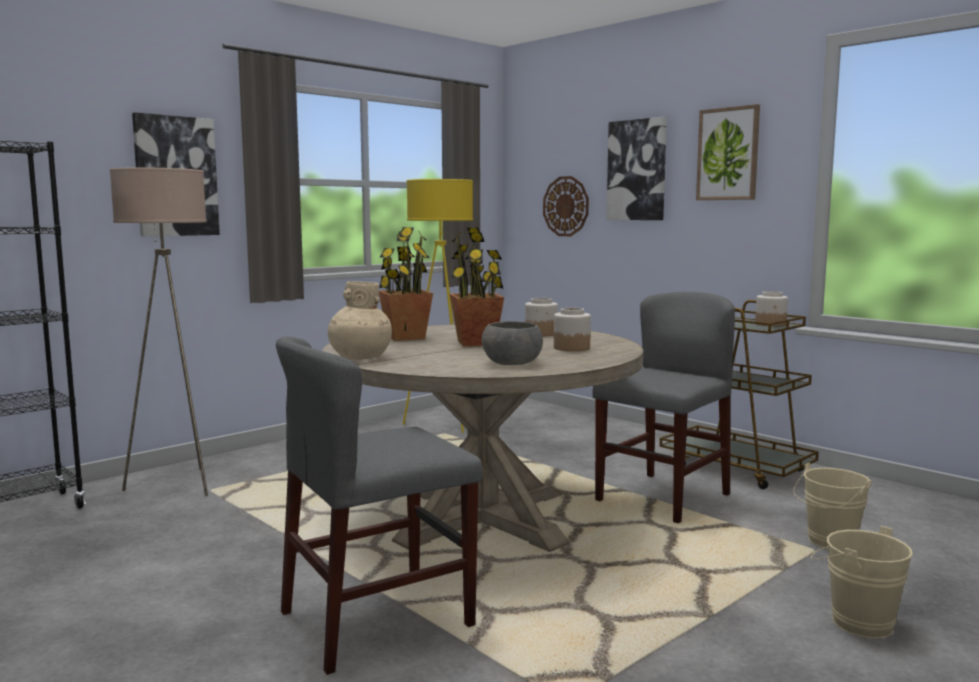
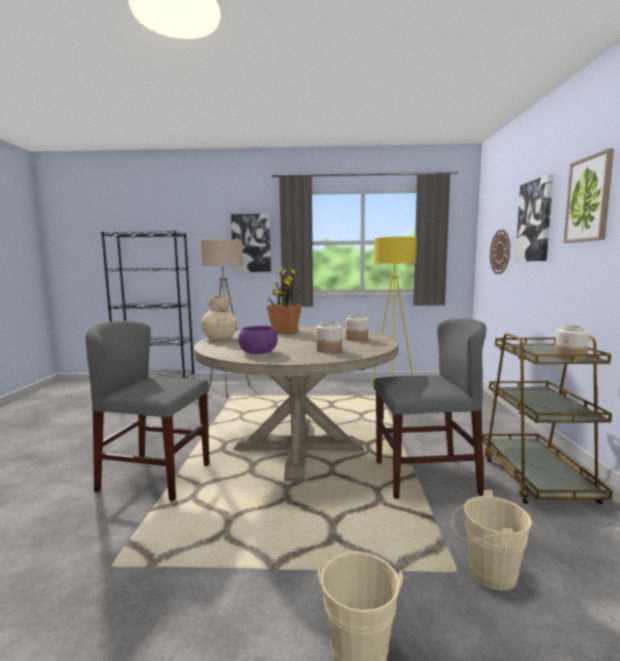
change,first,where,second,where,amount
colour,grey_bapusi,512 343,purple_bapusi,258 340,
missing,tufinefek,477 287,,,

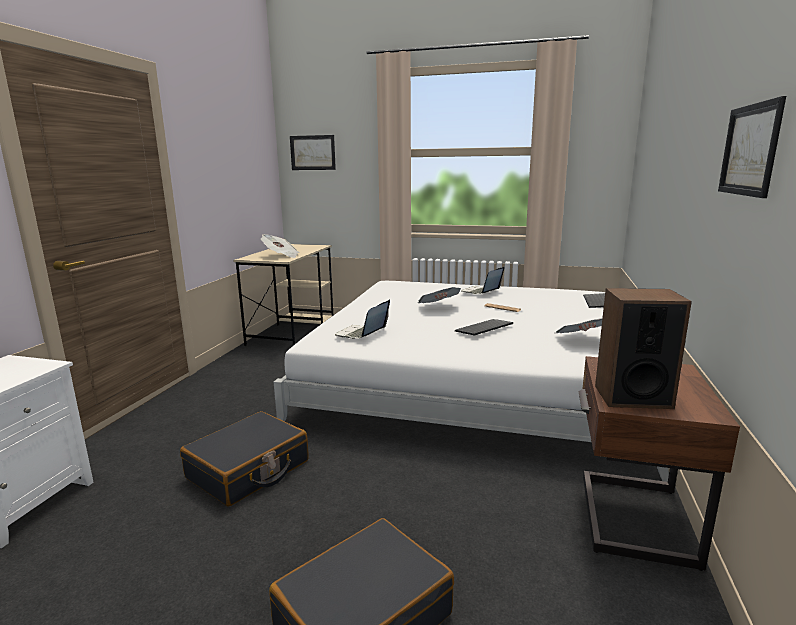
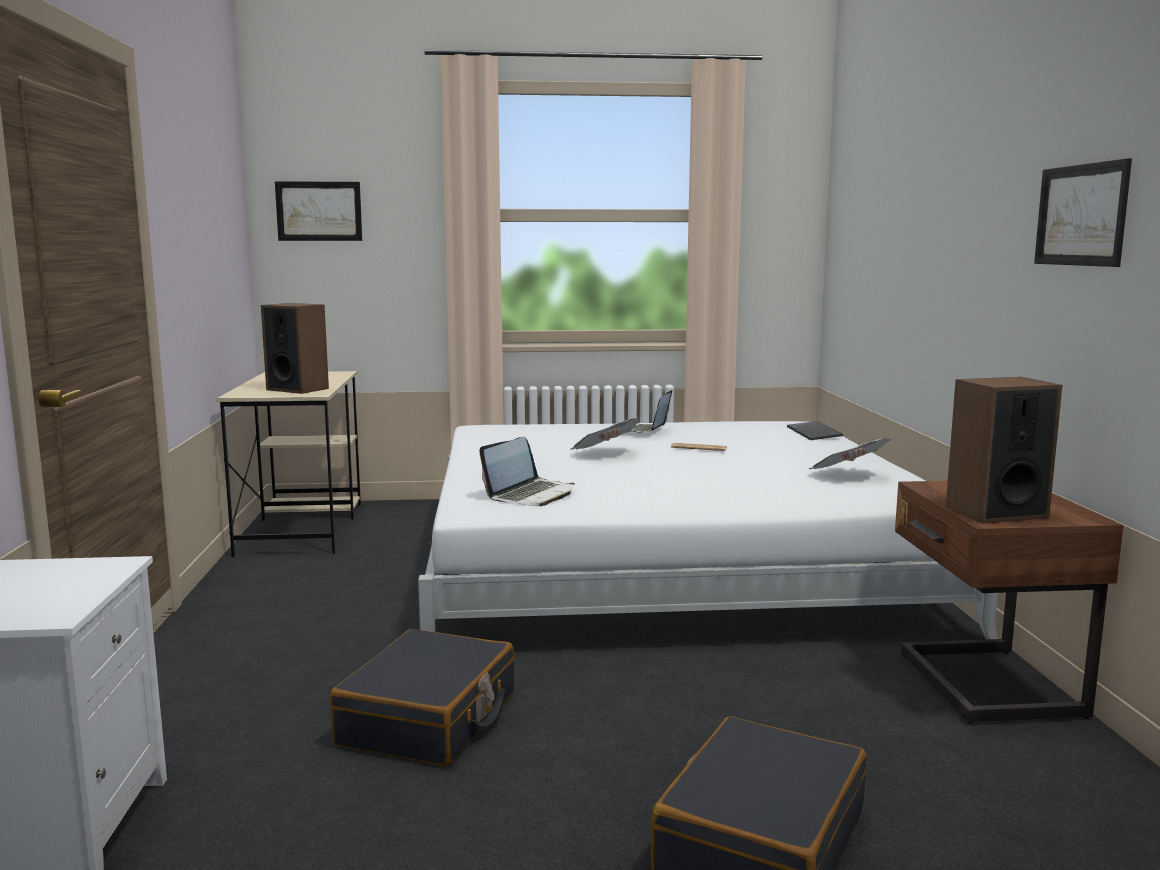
change,first,where,second,where,amount
exchanged,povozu,280 246,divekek,295 348,
spun,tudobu,362 319,,527 471,150 degrees counterclockwise
missing,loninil,484 327,,,

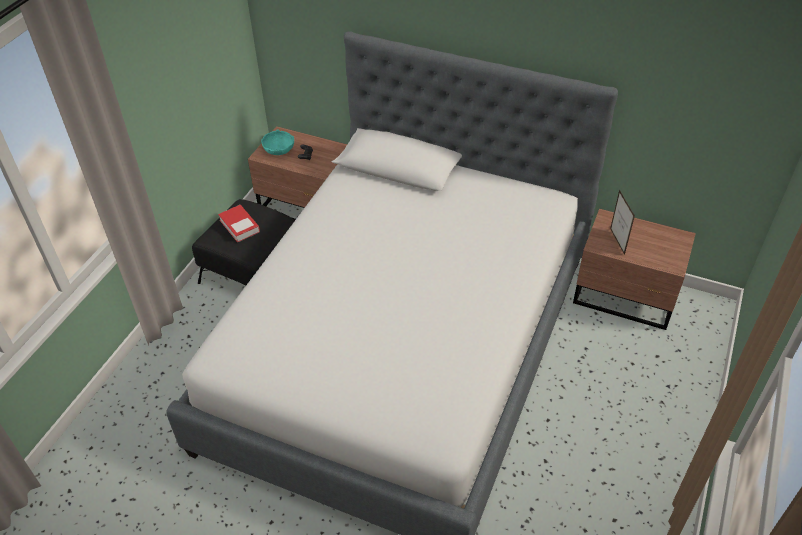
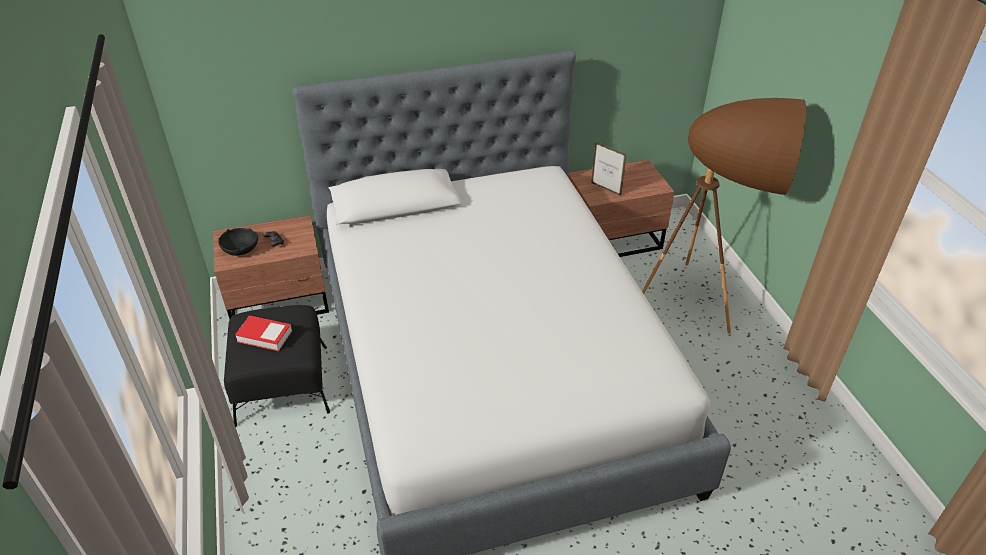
change,first,where,second,where,amount
colour,turquoise_bapusi,277 142,black_bapusi,238 242,
appeared,,,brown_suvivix,724 216,

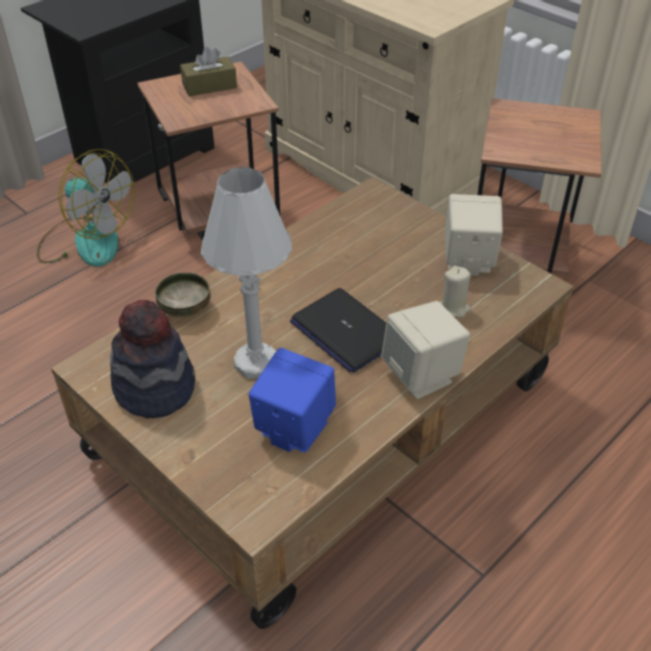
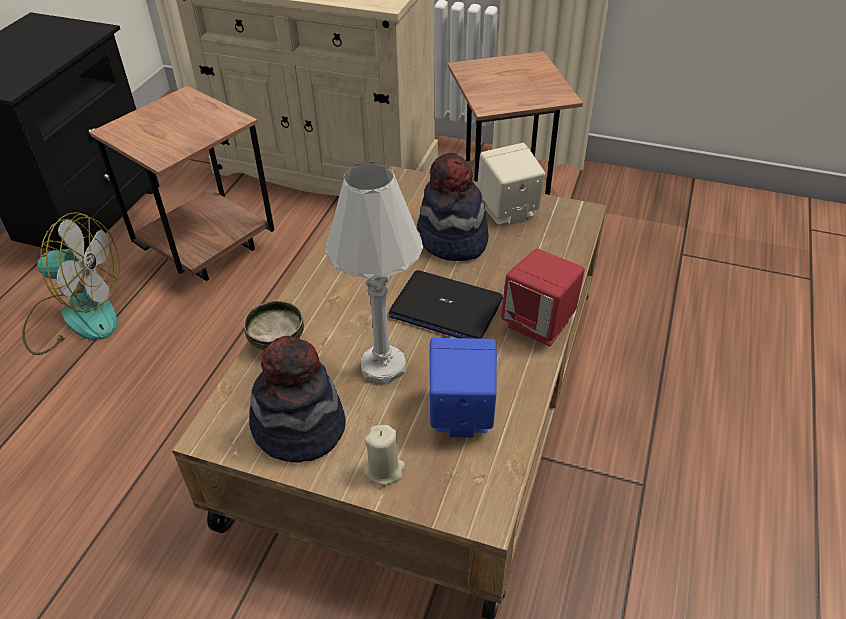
change,first,where,second,where,amount
relocated,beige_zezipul,455 291,,384 455,
appeared,,,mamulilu,452 207,
colour,beige_divekek,425 350,red_divekek,543 297,
missing,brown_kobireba,208 71,,,

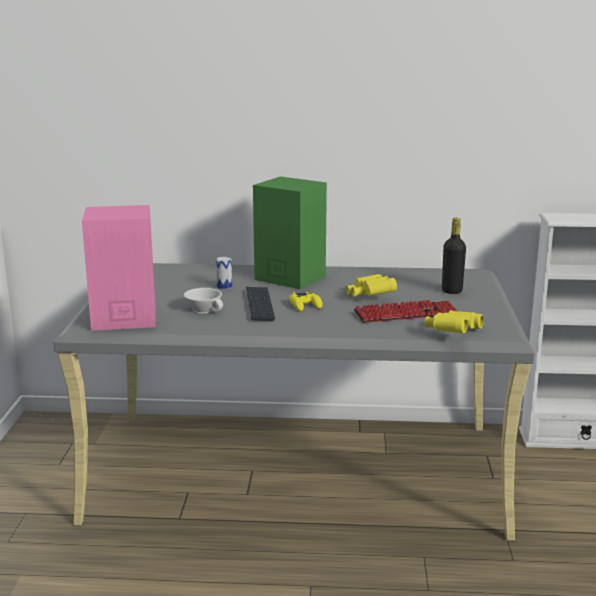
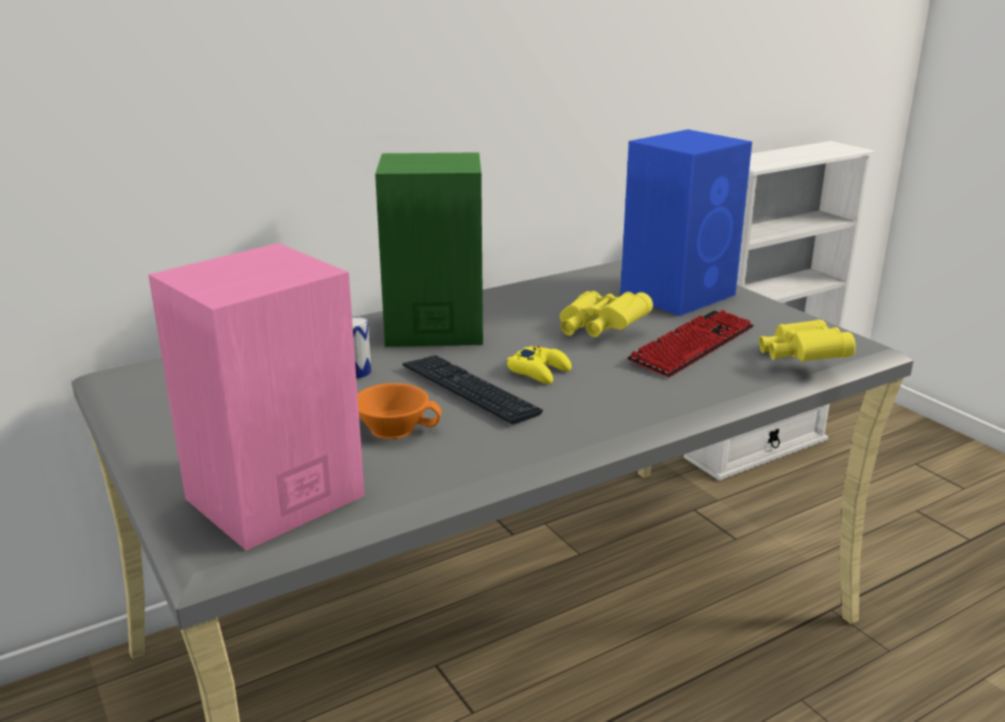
change,first,where,second,where,amount
colour,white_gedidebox,203 300,orange_gedidebox,399 411,
exchanged,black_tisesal,454 256,blue_divekek,686 222,

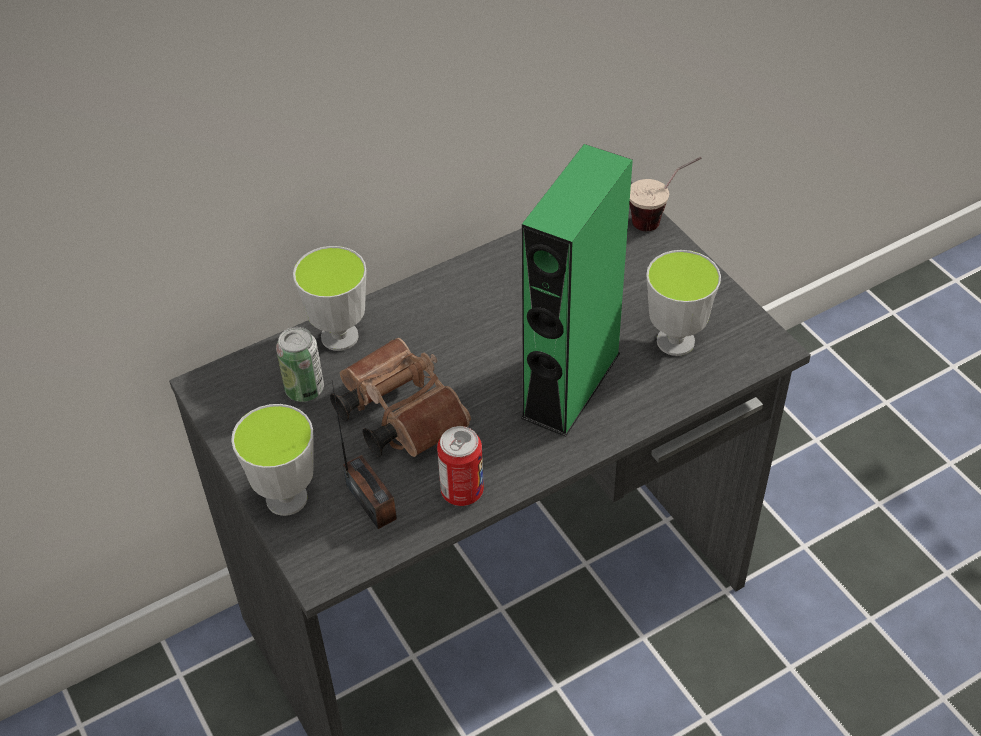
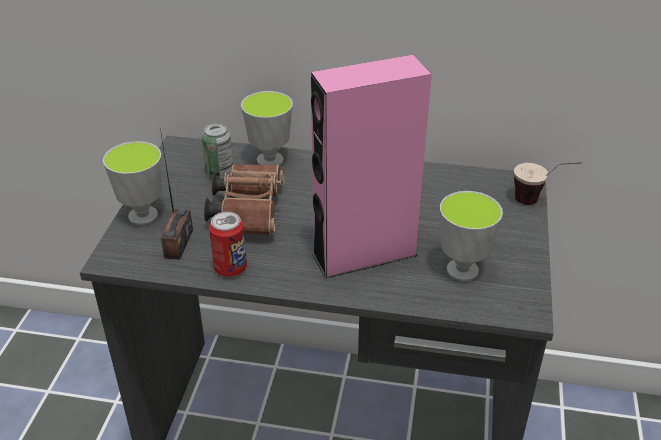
change,first,where,second,where,amount
colour,green_divekek,576 290,pink_divekek,371 167,

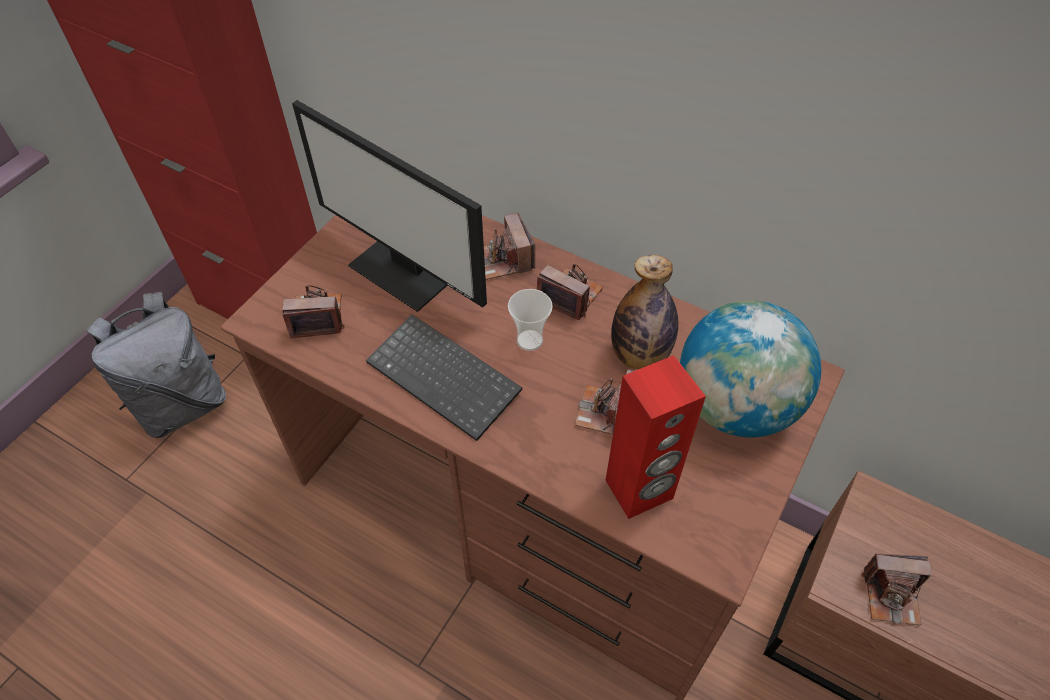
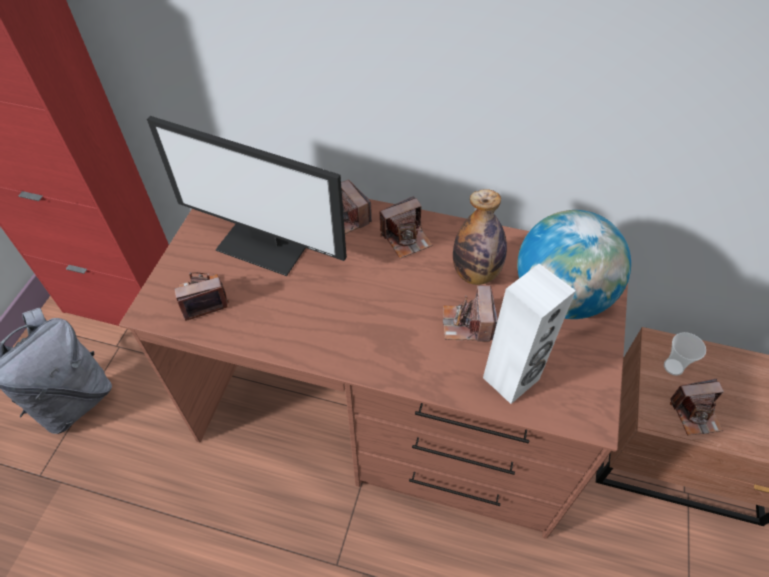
change,first,where,second,where,amount
spun,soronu,570 291,,406 227,135 degrees clockwise
colour,red_divekek,656 437,white_divekek,529 334,
relocated,gedidebox,530 320,,685 354,
missing,loninil,444 377,,,

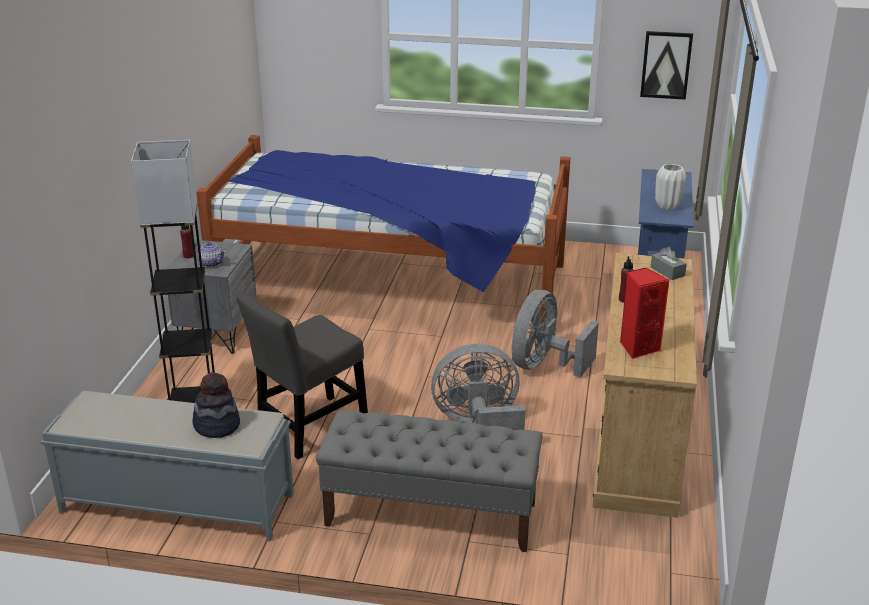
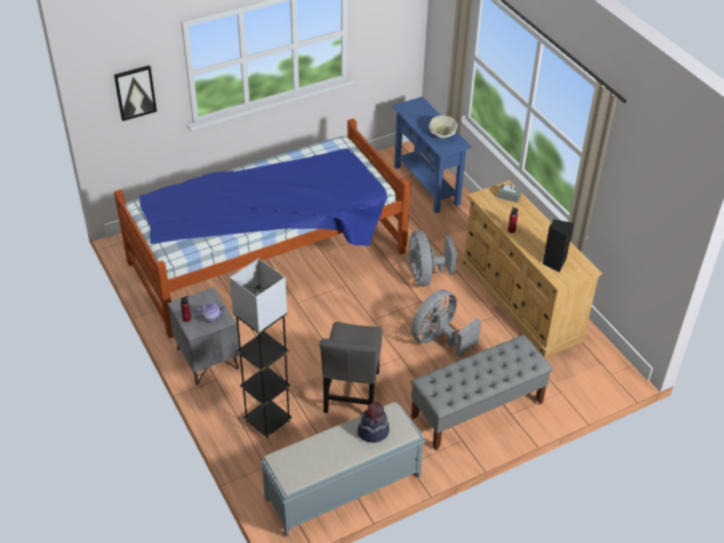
change,first,where,second,where,amount
relocated,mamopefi,666 65,,135 93,
exchanged,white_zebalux,671 187,beige_bapusi,443 126,
colour,red_divekek,644 313,black_divekek,558 245,

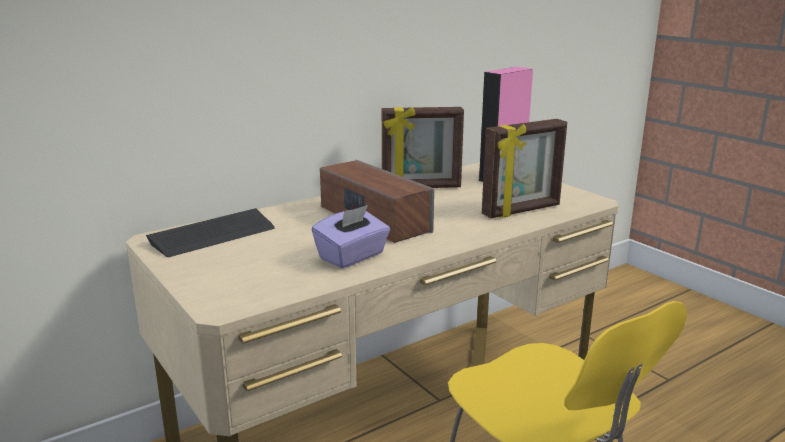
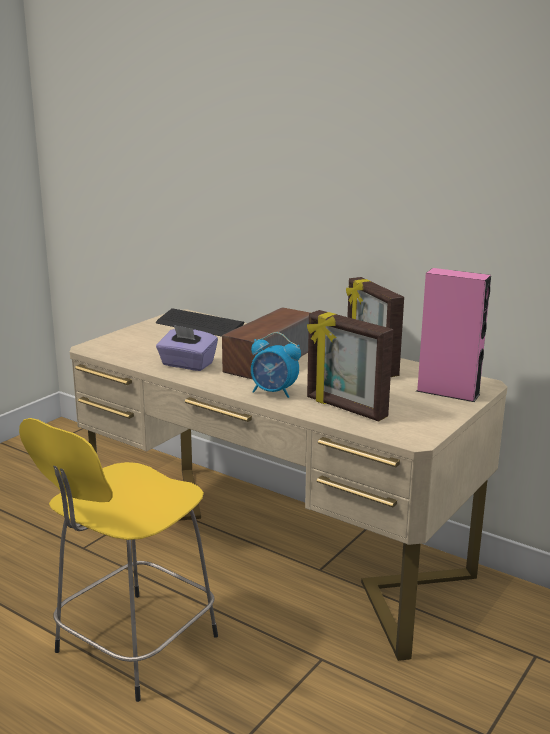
change,first,where,second,where,amount
appeared,,,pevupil,276 365,

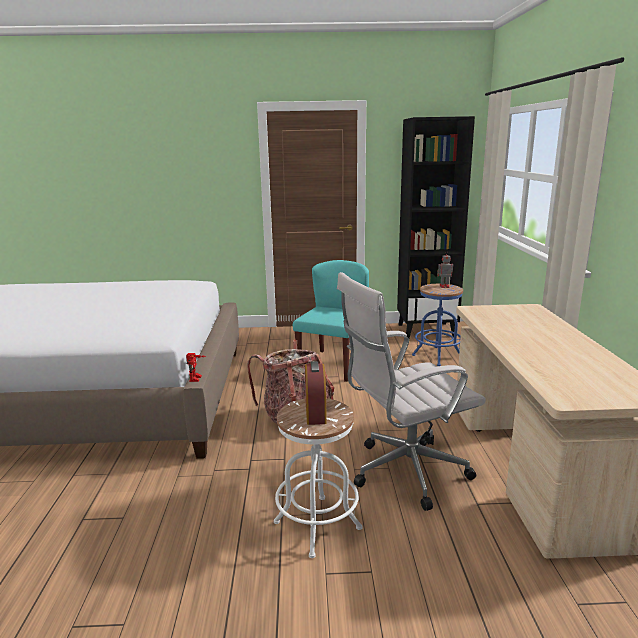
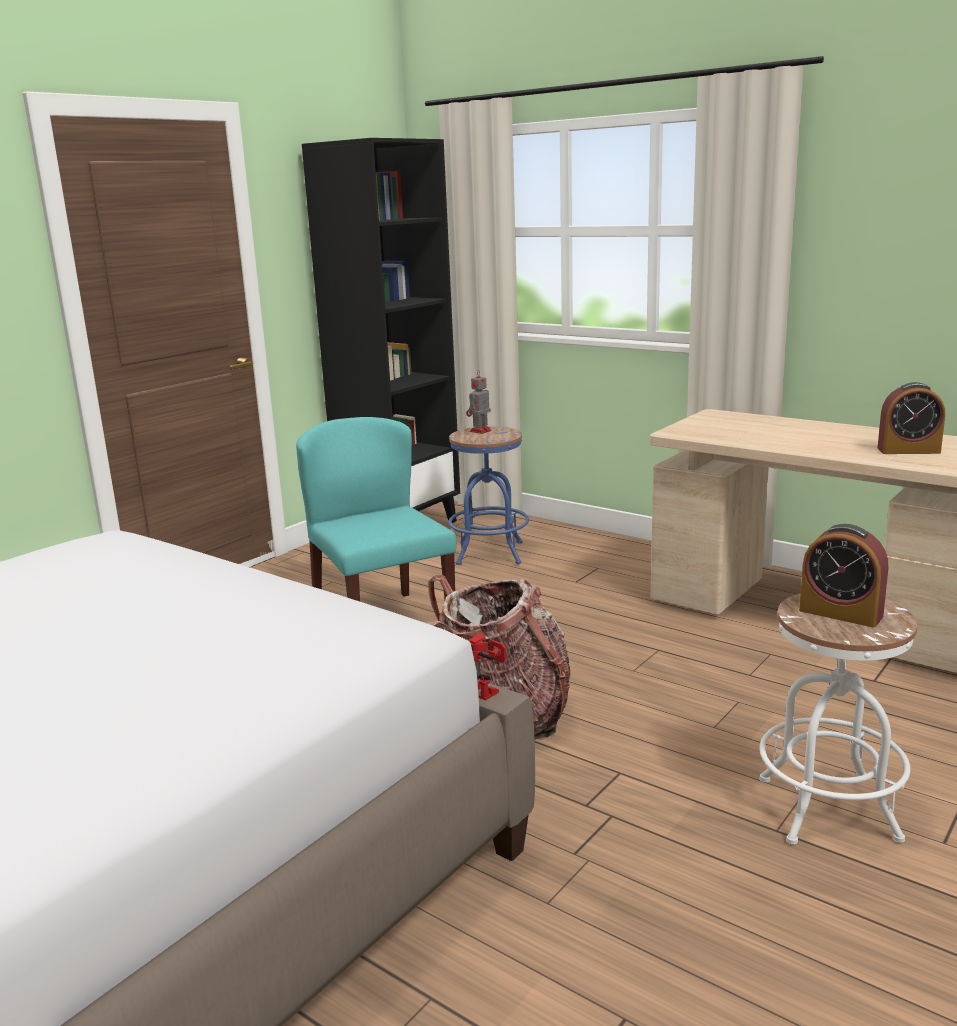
change,first,where,second,where,amount
appeared,,,pevupil,911 418,
missing,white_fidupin,411 391,,,

